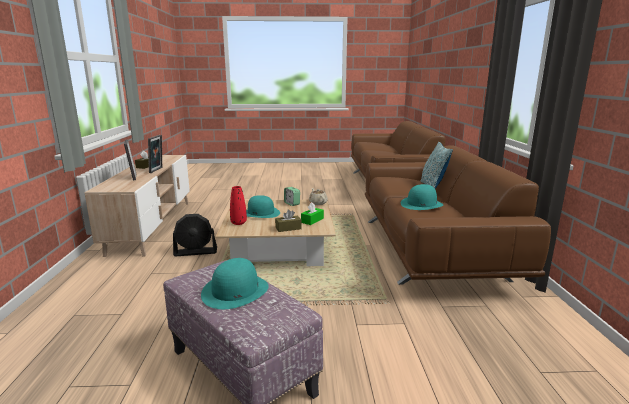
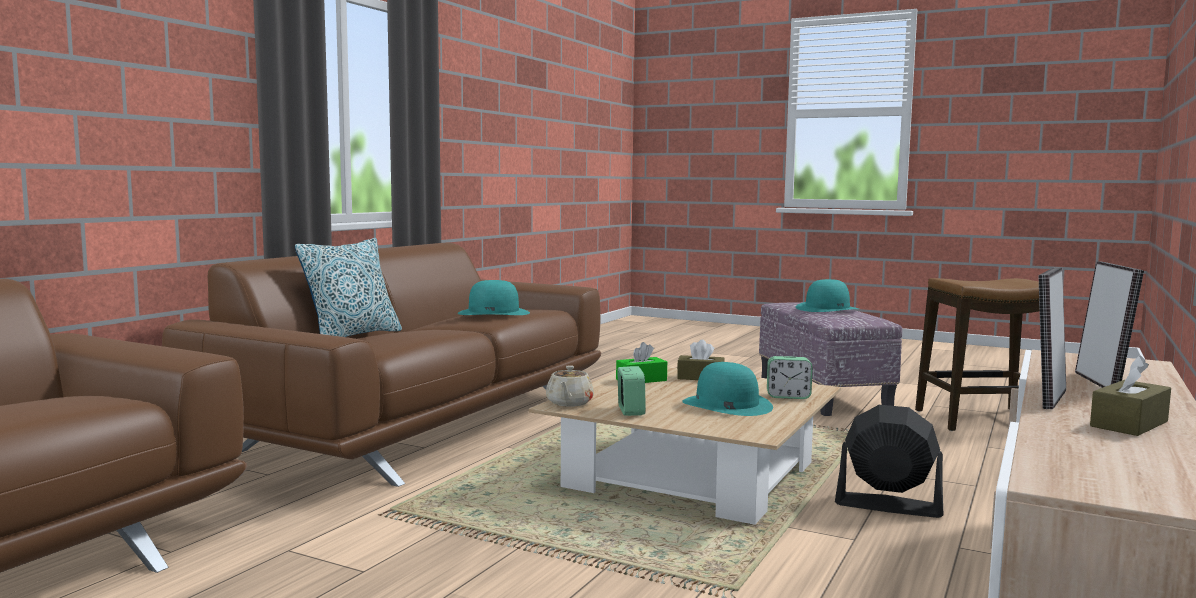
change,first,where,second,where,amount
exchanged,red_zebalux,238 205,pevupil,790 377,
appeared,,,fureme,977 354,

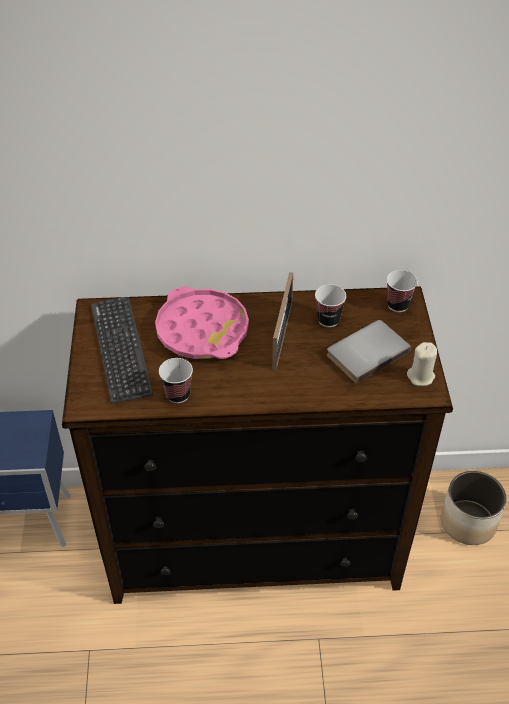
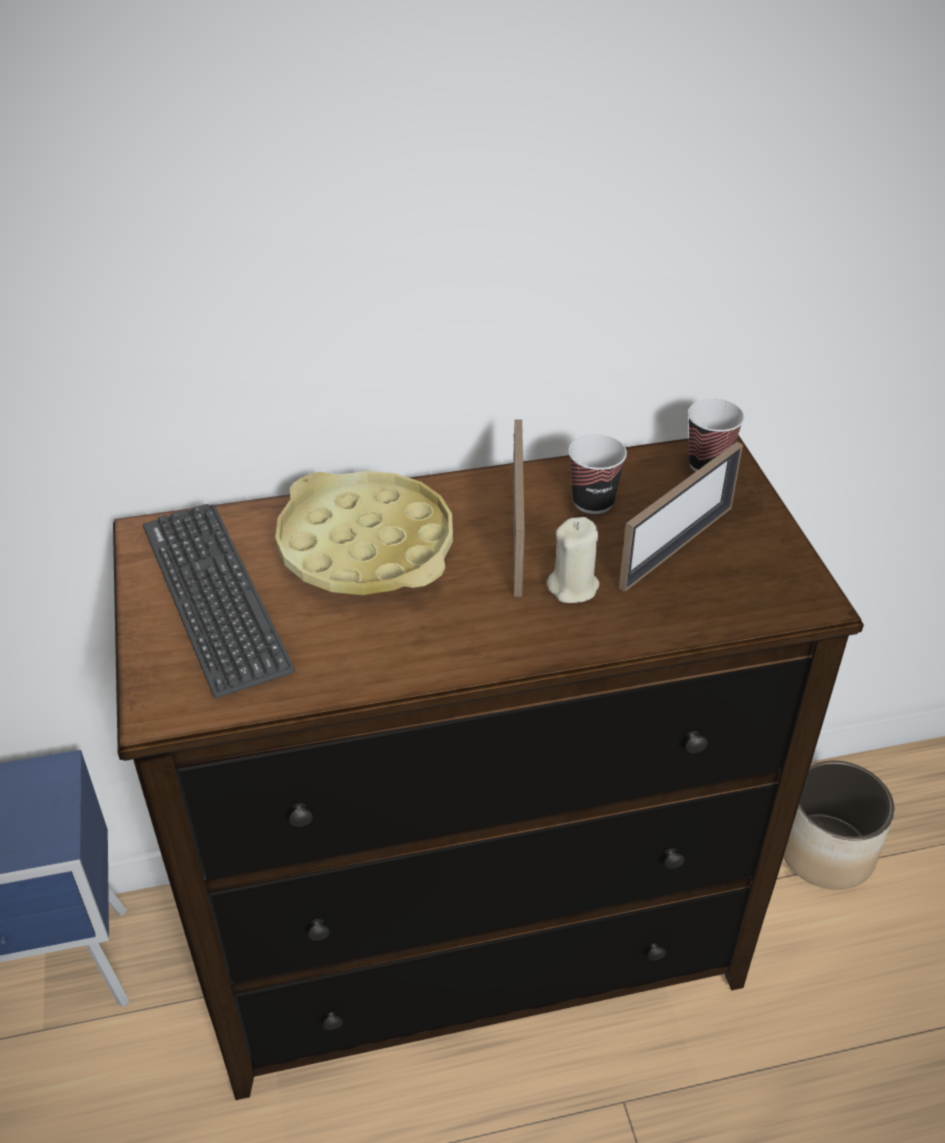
change,first,where,second,where,amount
colour,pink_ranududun,202 323,yellow_ranududun,364 533,
relocated,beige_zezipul,422 364,,573 560,
exchanged,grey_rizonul,369 351,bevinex,681 517,
missing,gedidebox,176 380,,,

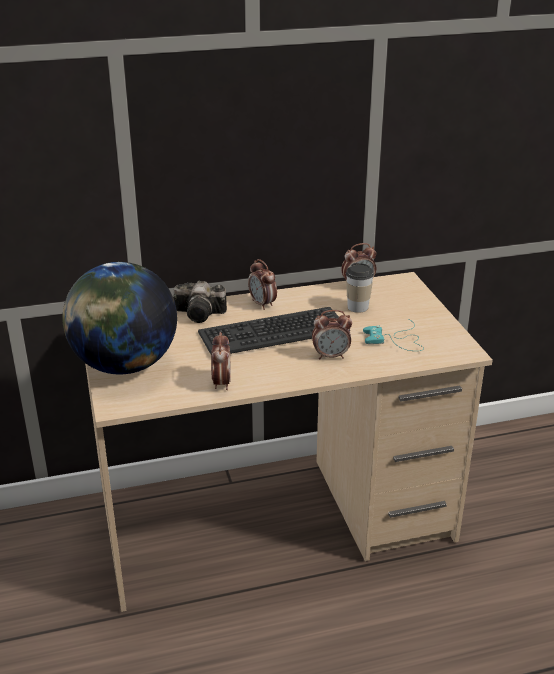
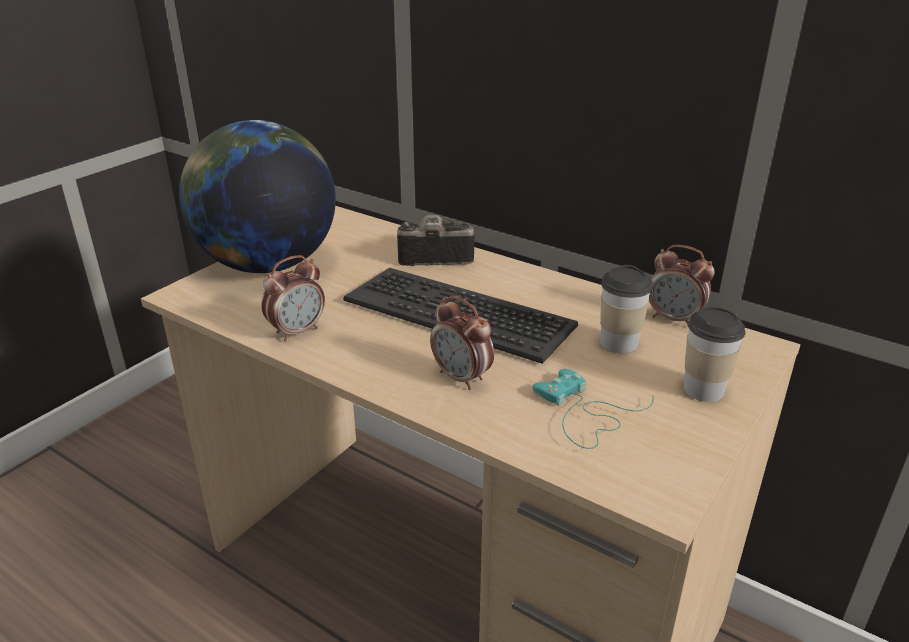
change,first,where,second,where,amount
spun,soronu,200 302,,436 240,120 degrees clockwise
appeared,,,gedidebox,714 354,
missing,pevupil,262 284,,,

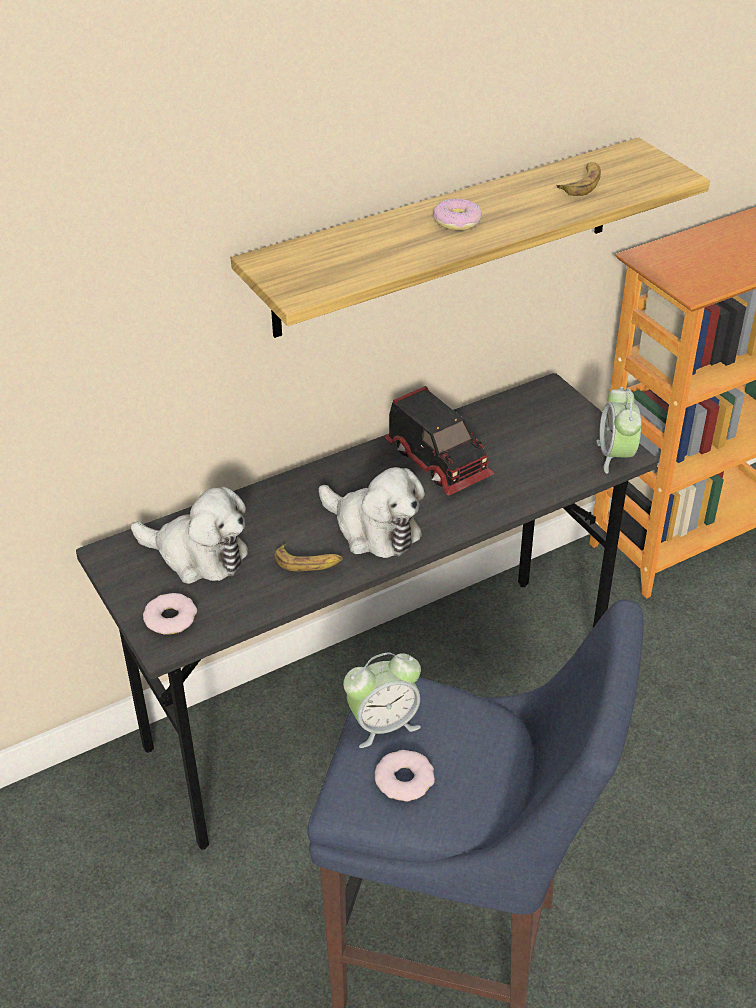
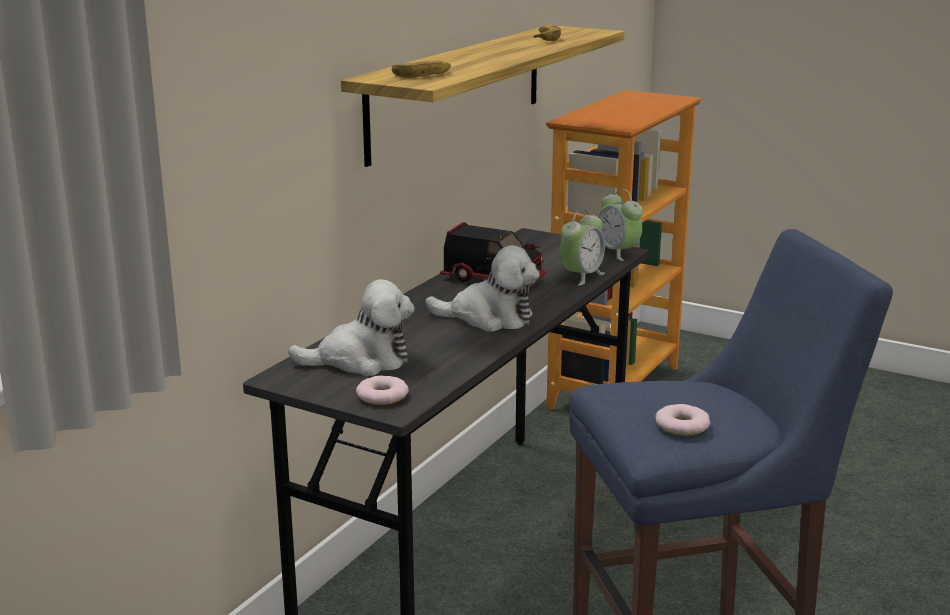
change,first,where,second,where,amount
relocated,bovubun,308 557,,421 69,
relocated,pevupil,382 700,,582 247,
missing,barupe,457 215,,,

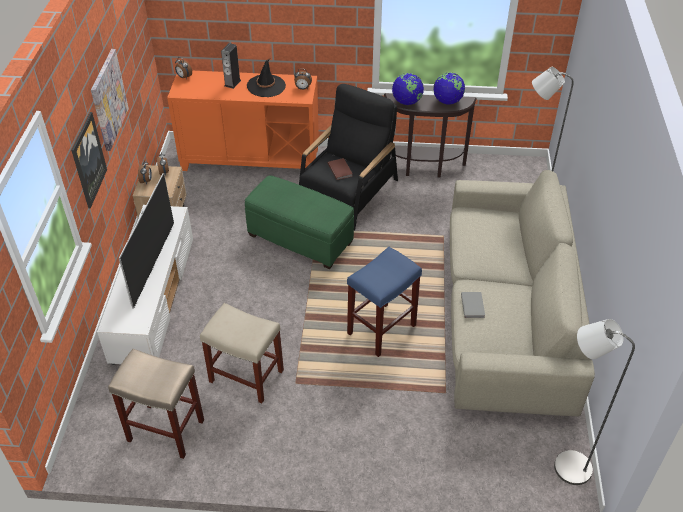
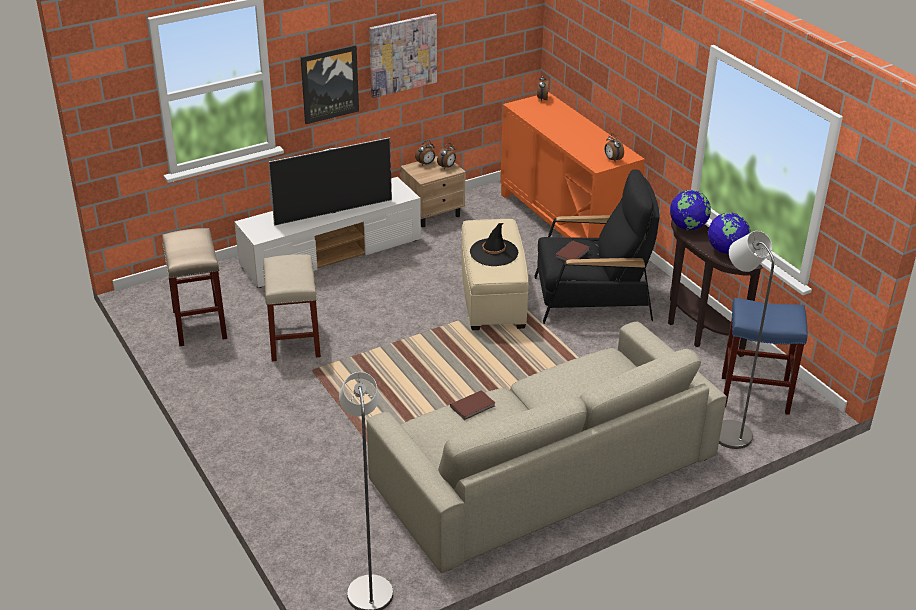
change,first,where,second,where,amount
colour,grey_rizonul,473 305,brown_rizonul,472 405,
colour,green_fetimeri,299 222,beige_fetimeri,495 274,
relocated,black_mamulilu,266 78,,494 244,
relocated,blue_fureme,384 302,,764 356,
missing,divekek,231 66,,,

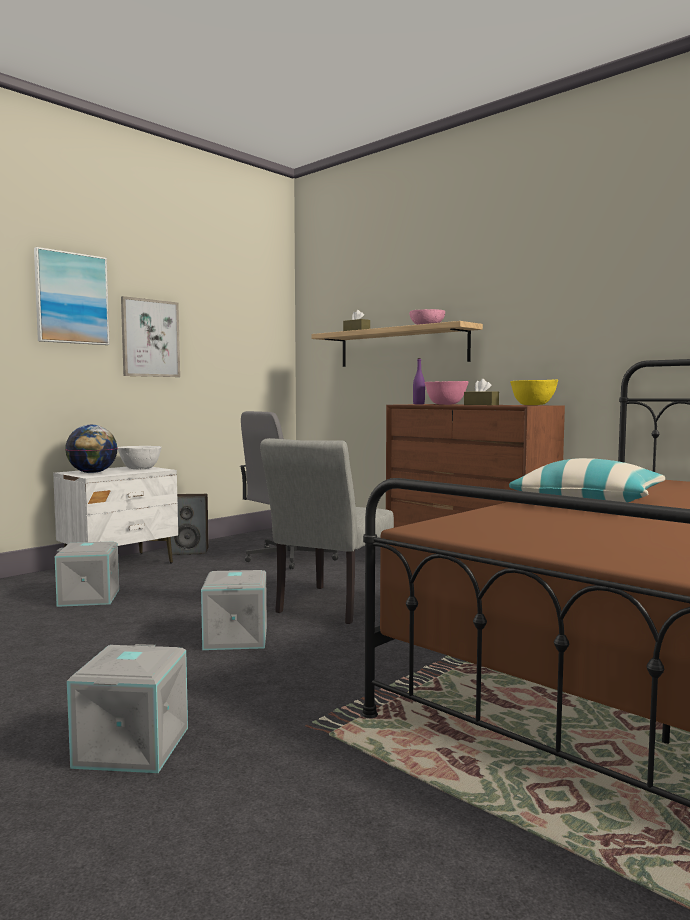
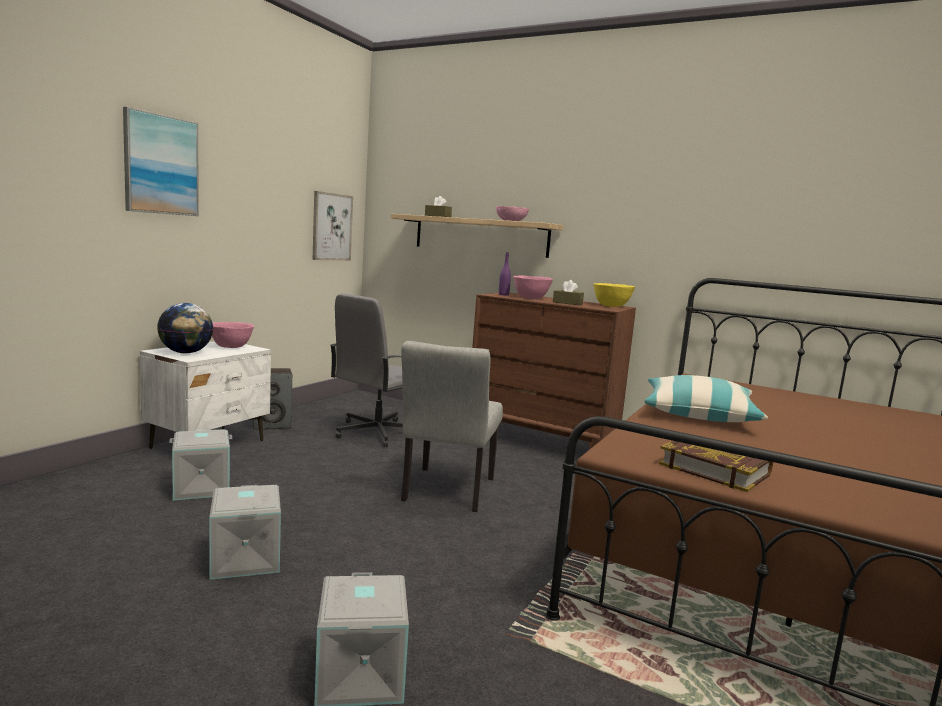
change,first,where,second,where,amount
relocated,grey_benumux,234 610,,245 532,
colour,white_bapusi,139 457,pink_bapusi,233 335,
relocated,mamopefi,150 336,,333 225,
appeared,,,rizonul,716 466,

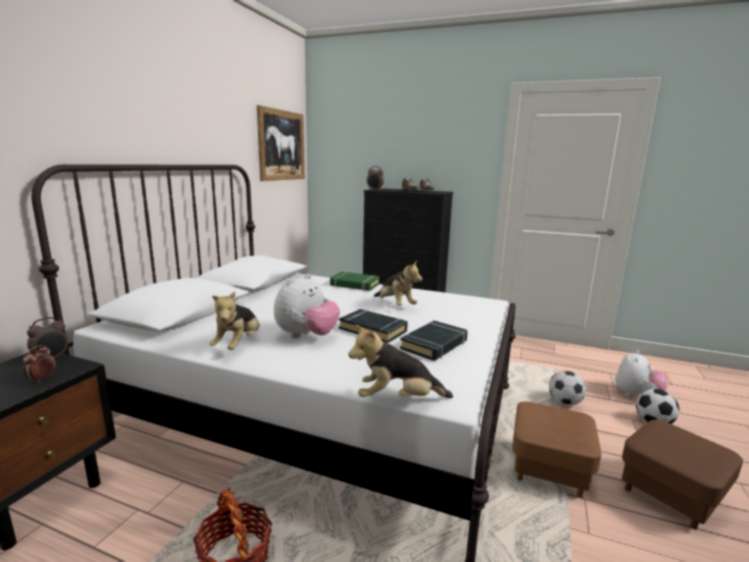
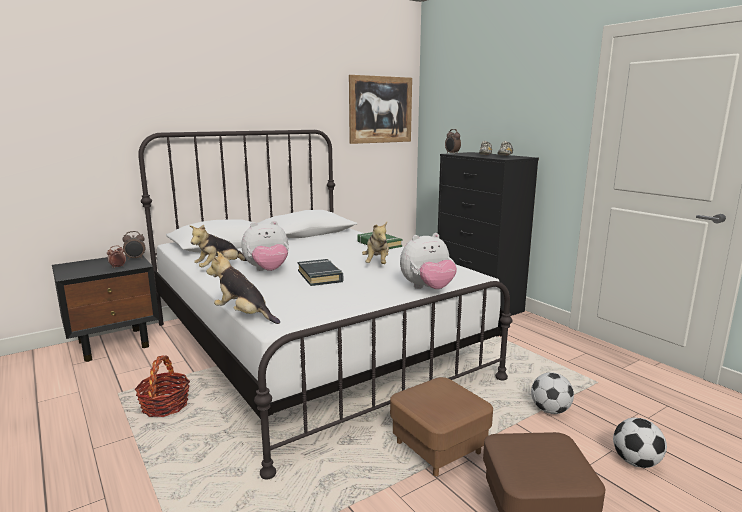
change,first,where,second,where,amount
relocated,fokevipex,641 374,,428 261,
missing,black_rizonul,434 341,,,

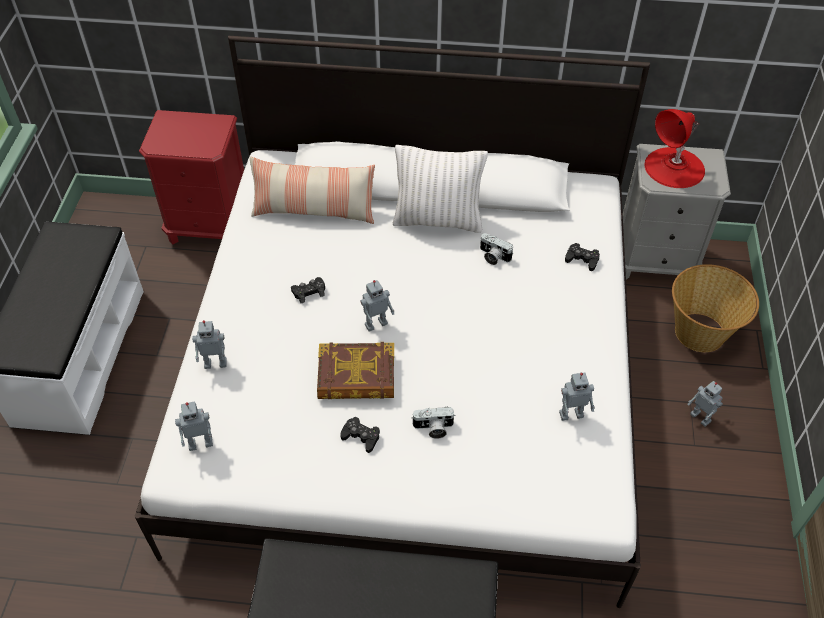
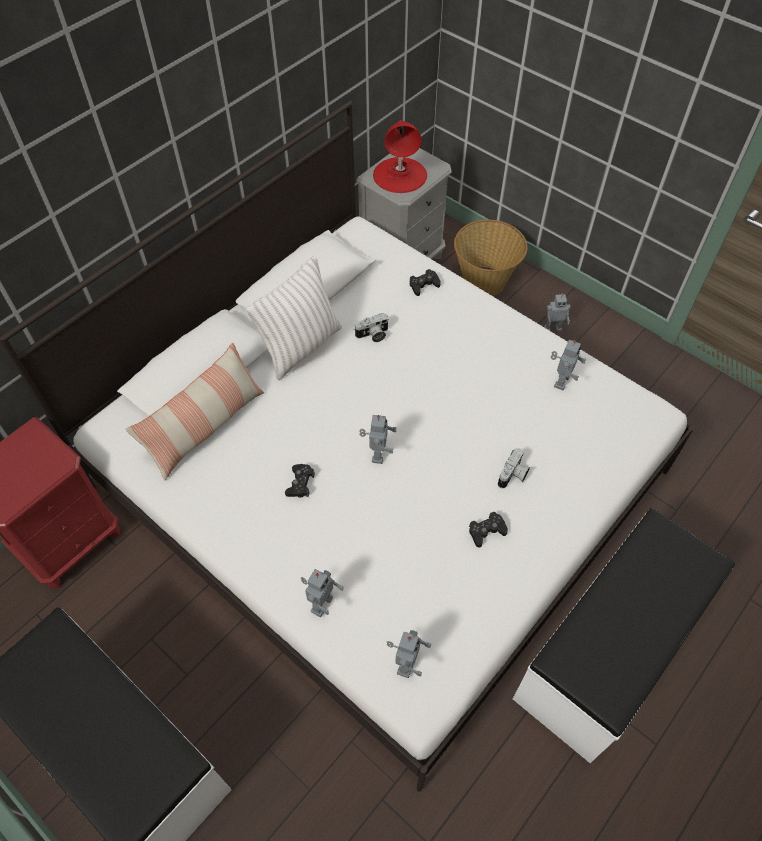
change,first,where,second,where,amount
missing,rizonul,355 370,,,

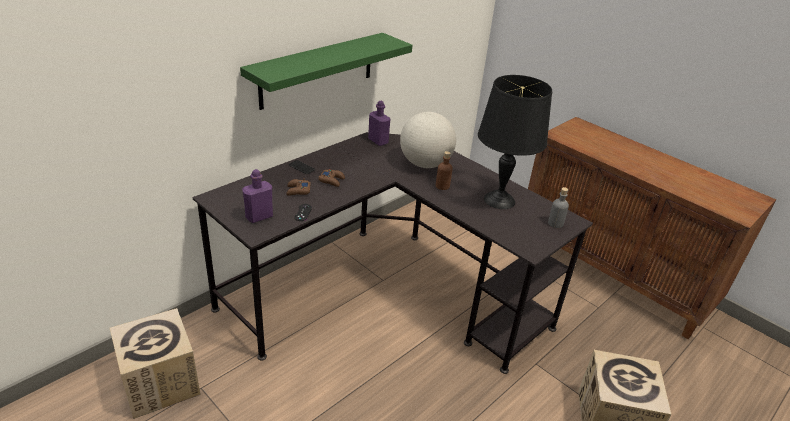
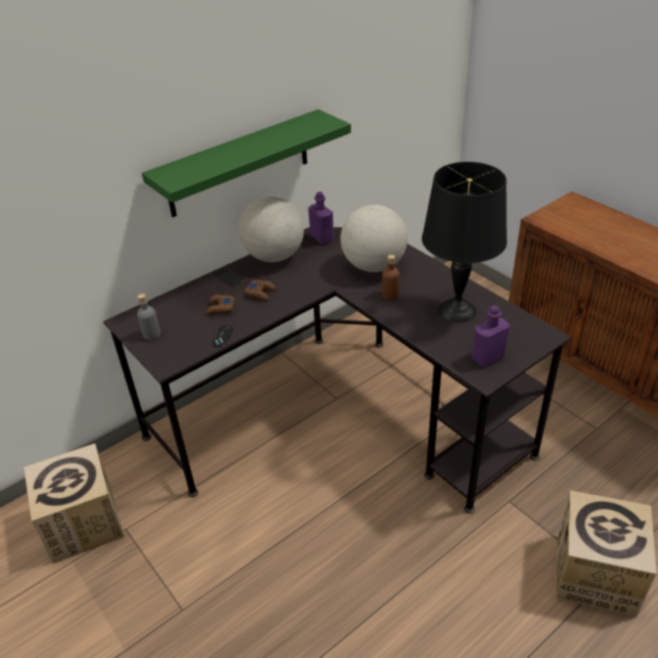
change,first,where,second,where,amount
relocated,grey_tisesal,558 207,,149 317,
appeared,,,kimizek,271 229,
relocated,purple_tisesal,257 196,,490 336,

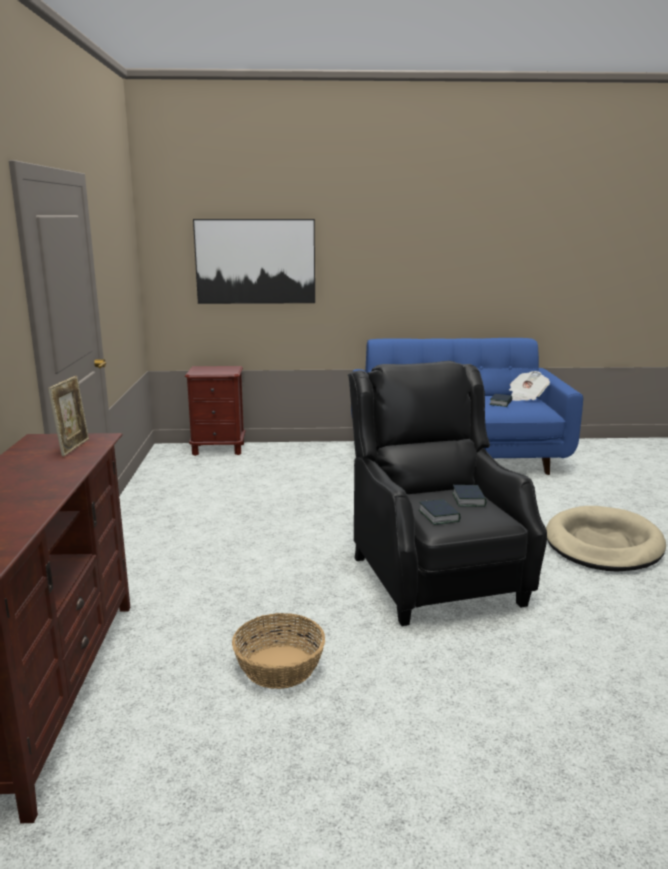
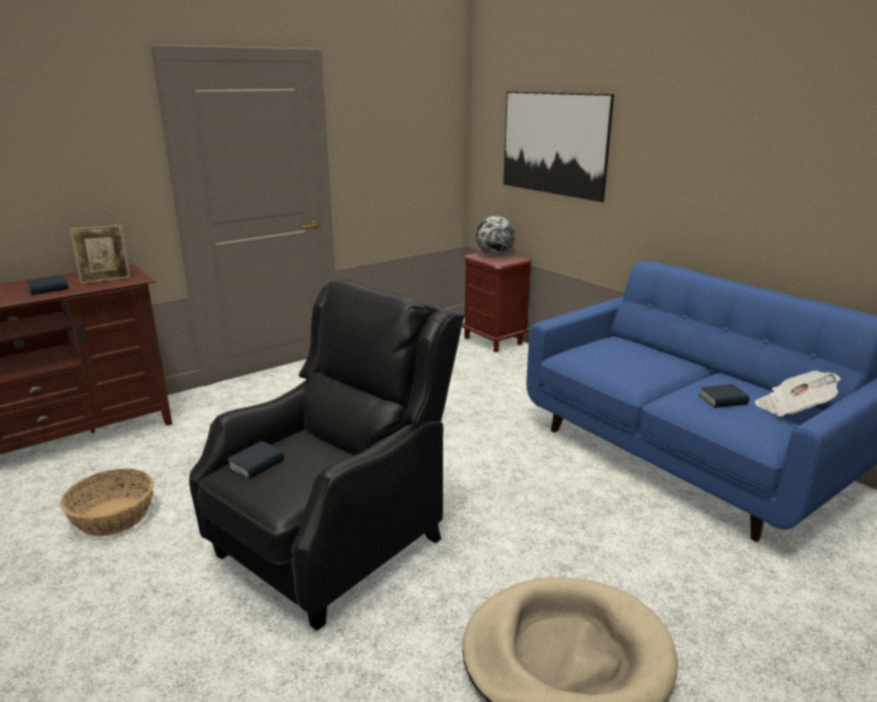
change,first,where,second,where,amount
relocated,rizonul,469 496,,47 285,
appeared,,,kimizek,495 236,

